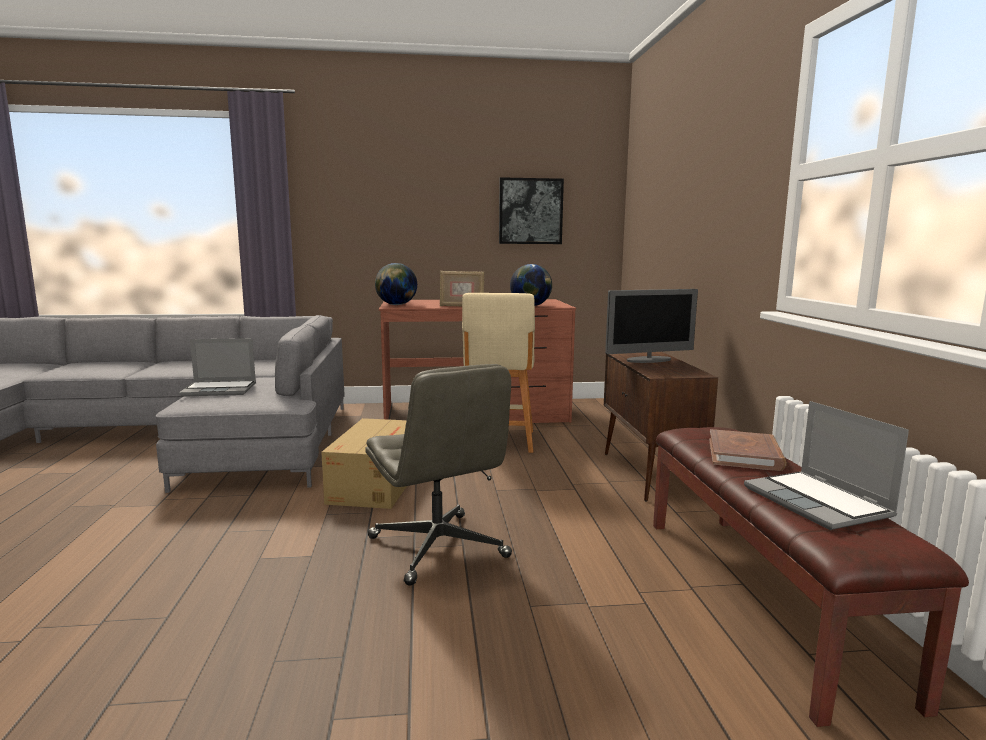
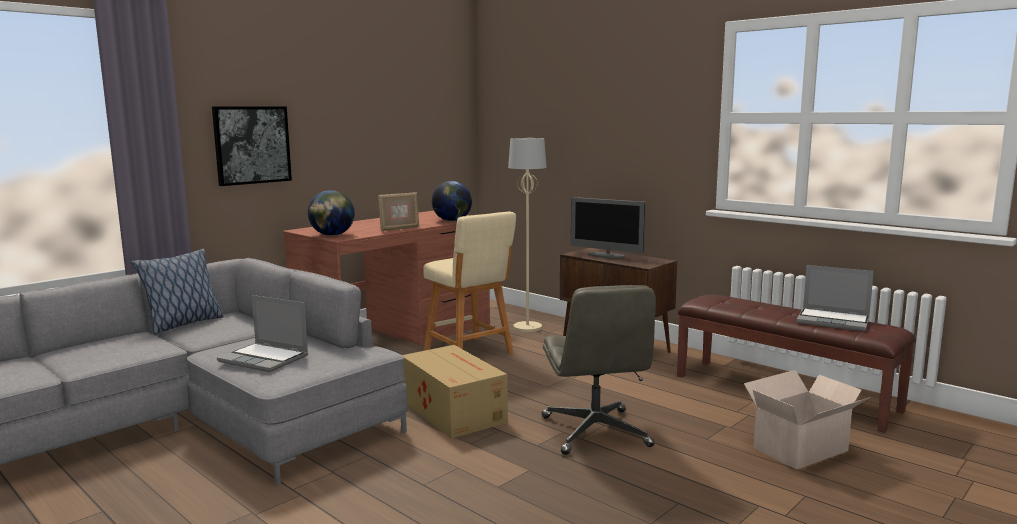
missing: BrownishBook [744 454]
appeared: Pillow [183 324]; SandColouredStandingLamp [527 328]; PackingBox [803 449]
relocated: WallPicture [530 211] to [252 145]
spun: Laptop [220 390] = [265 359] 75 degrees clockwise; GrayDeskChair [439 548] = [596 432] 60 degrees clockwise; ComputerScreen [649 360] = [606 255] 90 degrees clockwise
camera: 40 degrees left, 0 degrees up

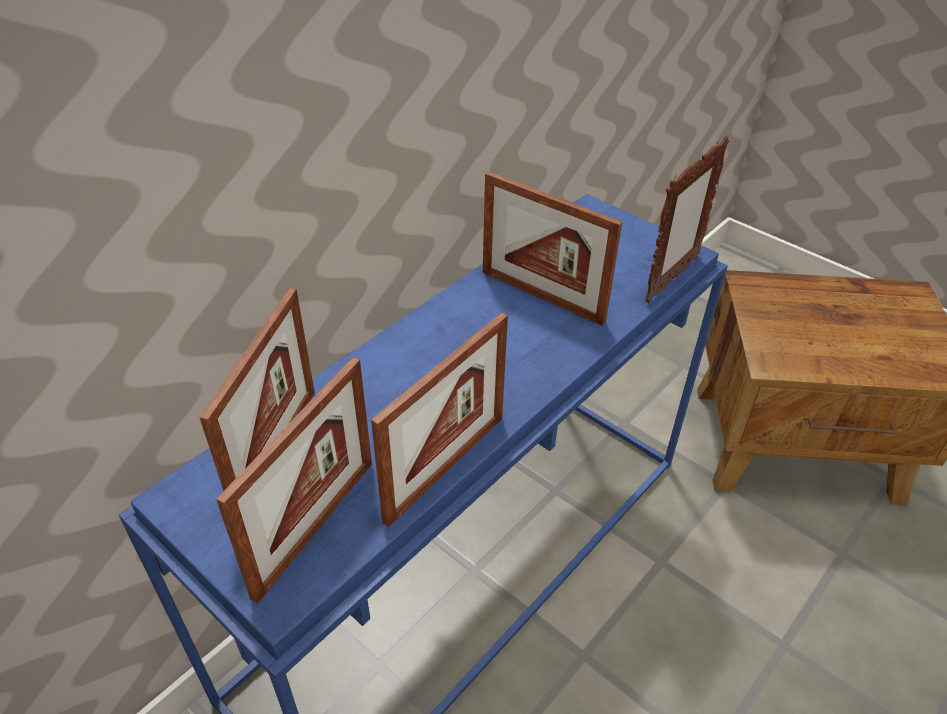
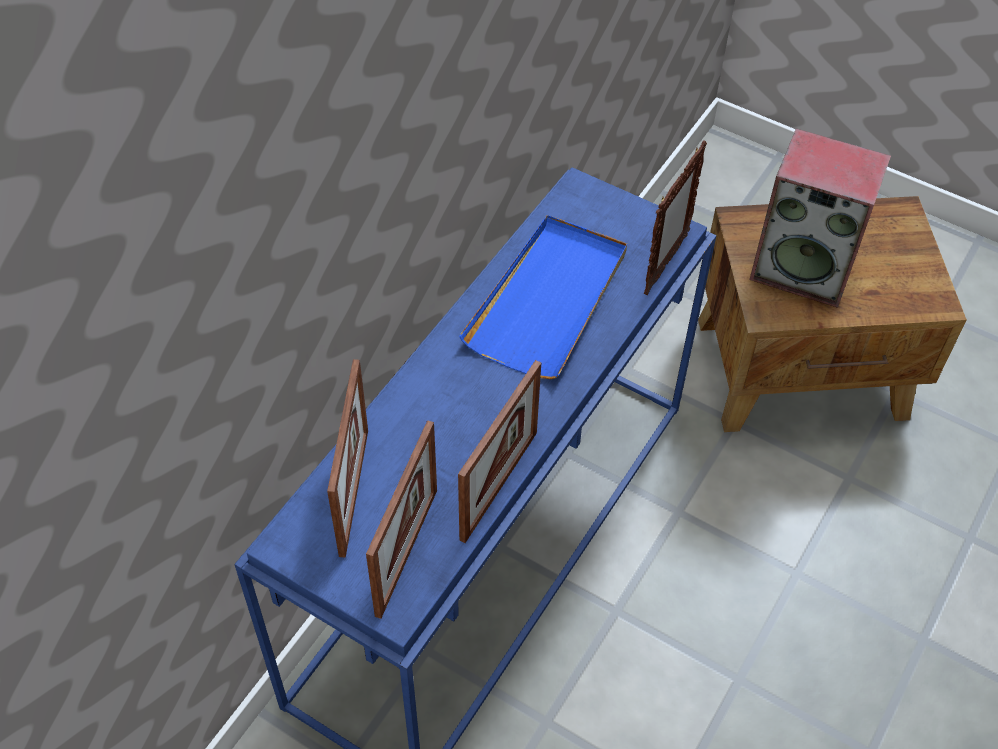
appeared: AudioSpeaker [804 269]
exchanged: PictureFrame [542 296] to BlueColouredCarryingTray [548 300]
camera: 10 degrees left, 10 degrees up

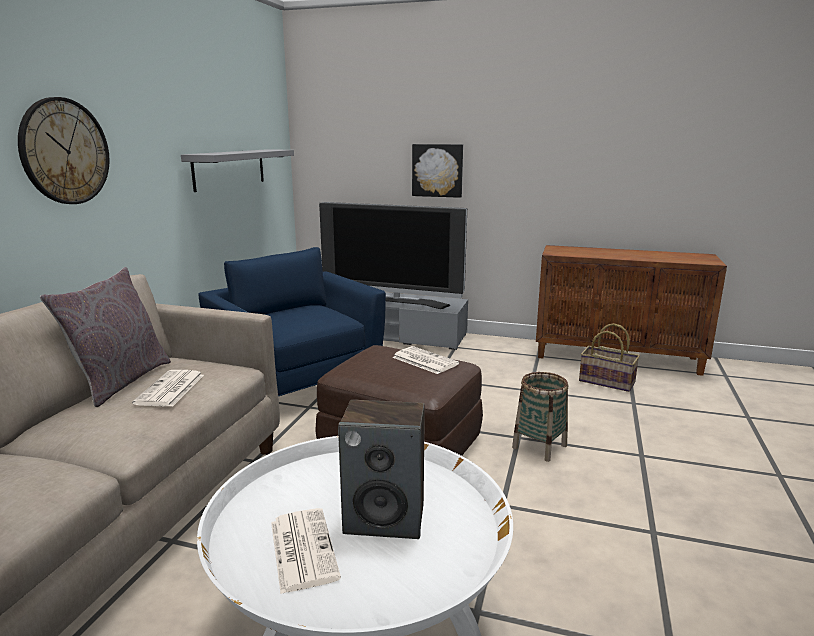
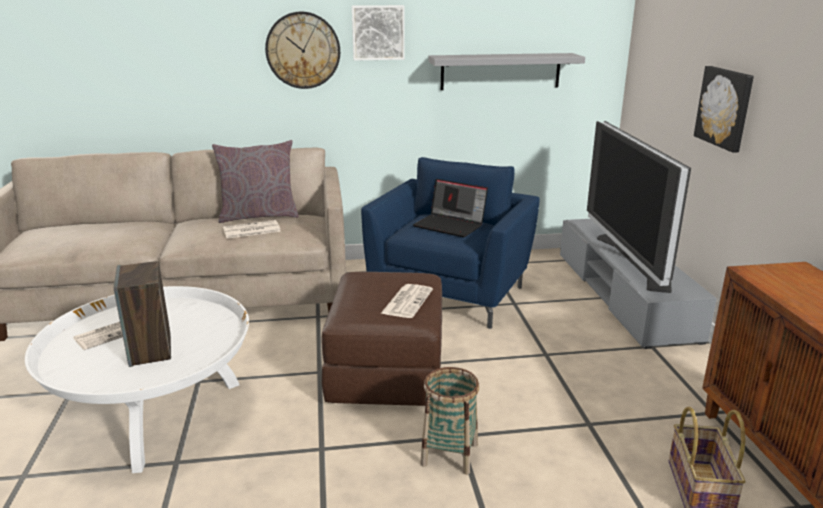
appeared: WallPicture [378 32]; Laptop [450 225]
camera: 65 degrees right, 5 degrees up

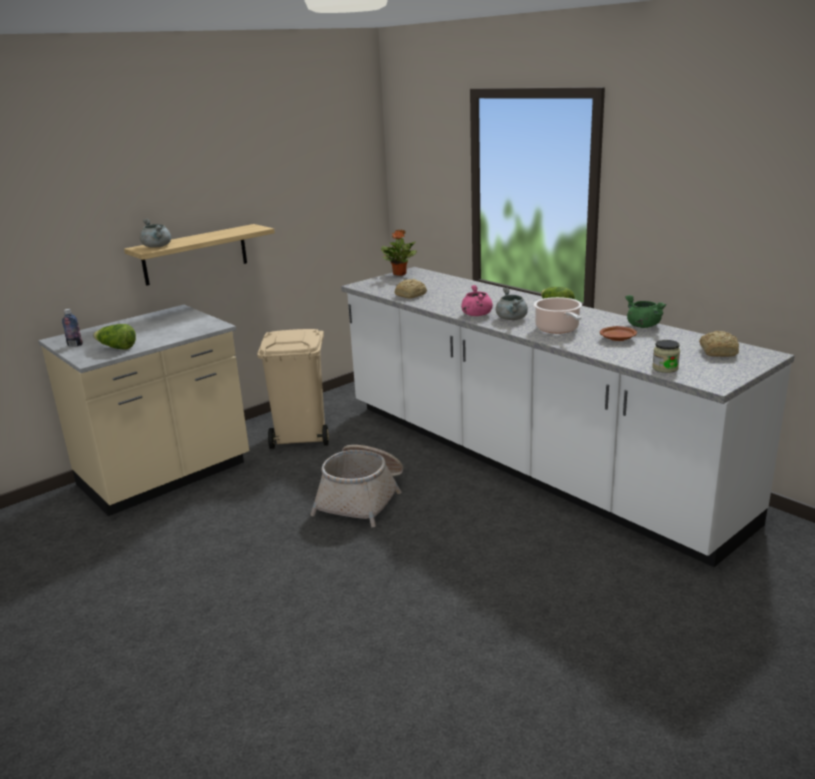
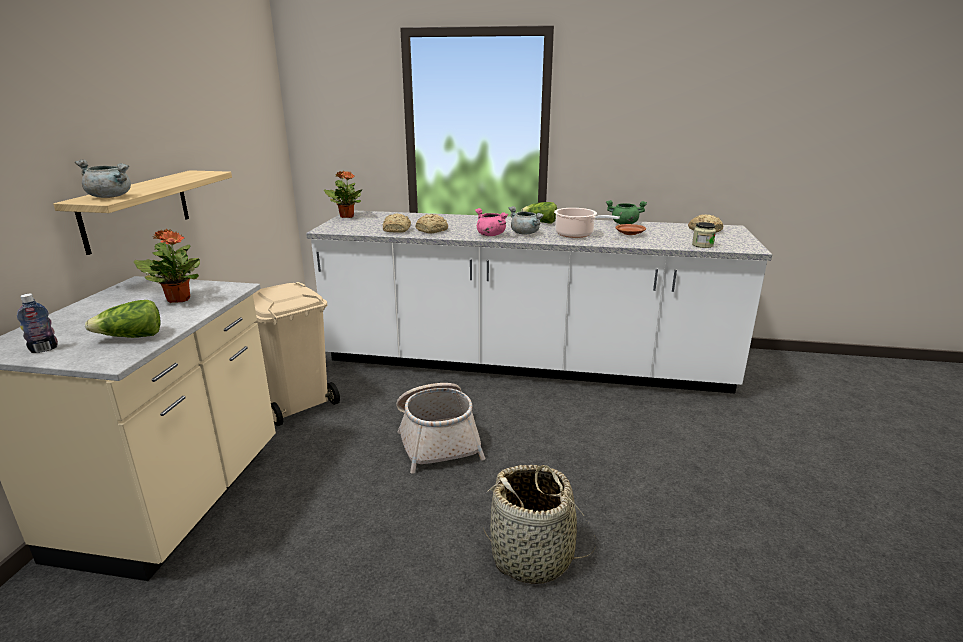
appeared: PlantInAPot [179 299]; BakedBread [432 230]; Basket [533 556]
camera: 40 degrees left, 0 degrees up

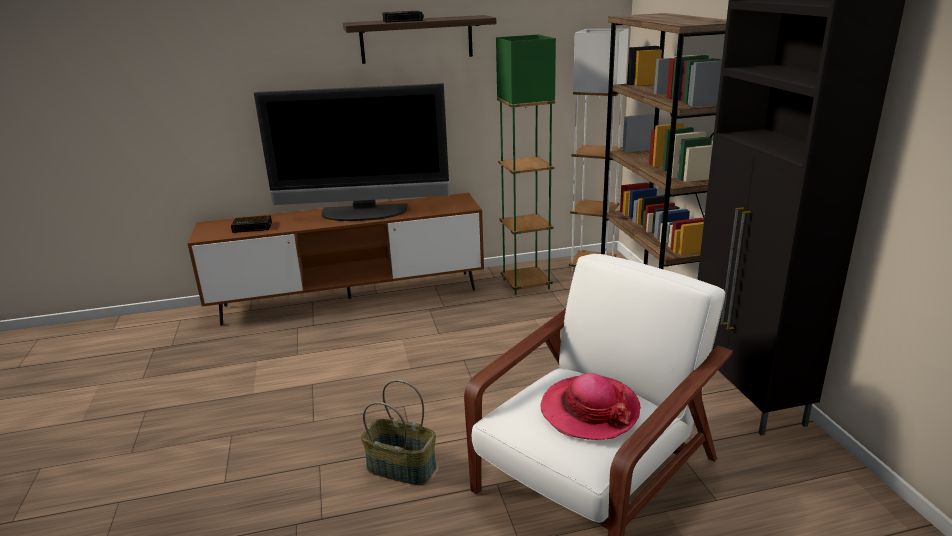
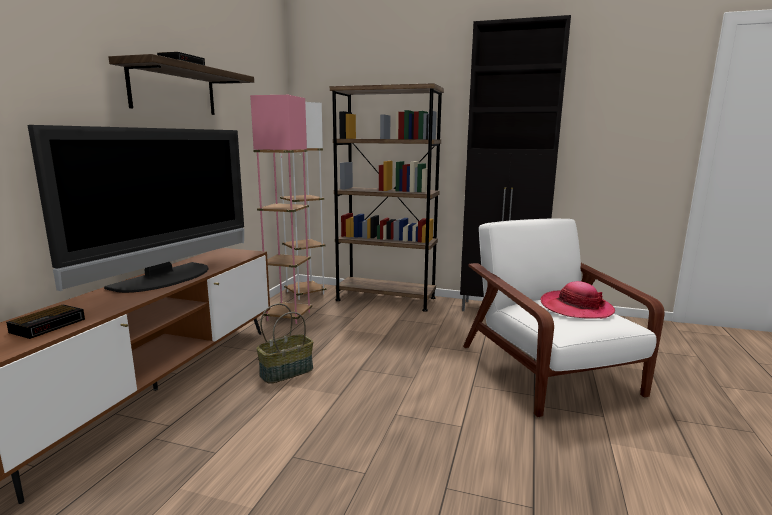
relocated: Basket [402 467] to [286 371]
colour: GreenishStandingLamp [526 284] to PinkishStandingLamp [288 316]
camera: 60 degrees left, 10 degrees down

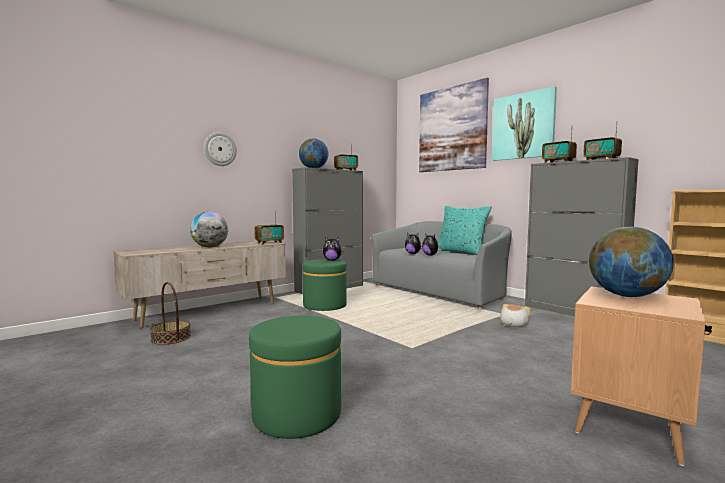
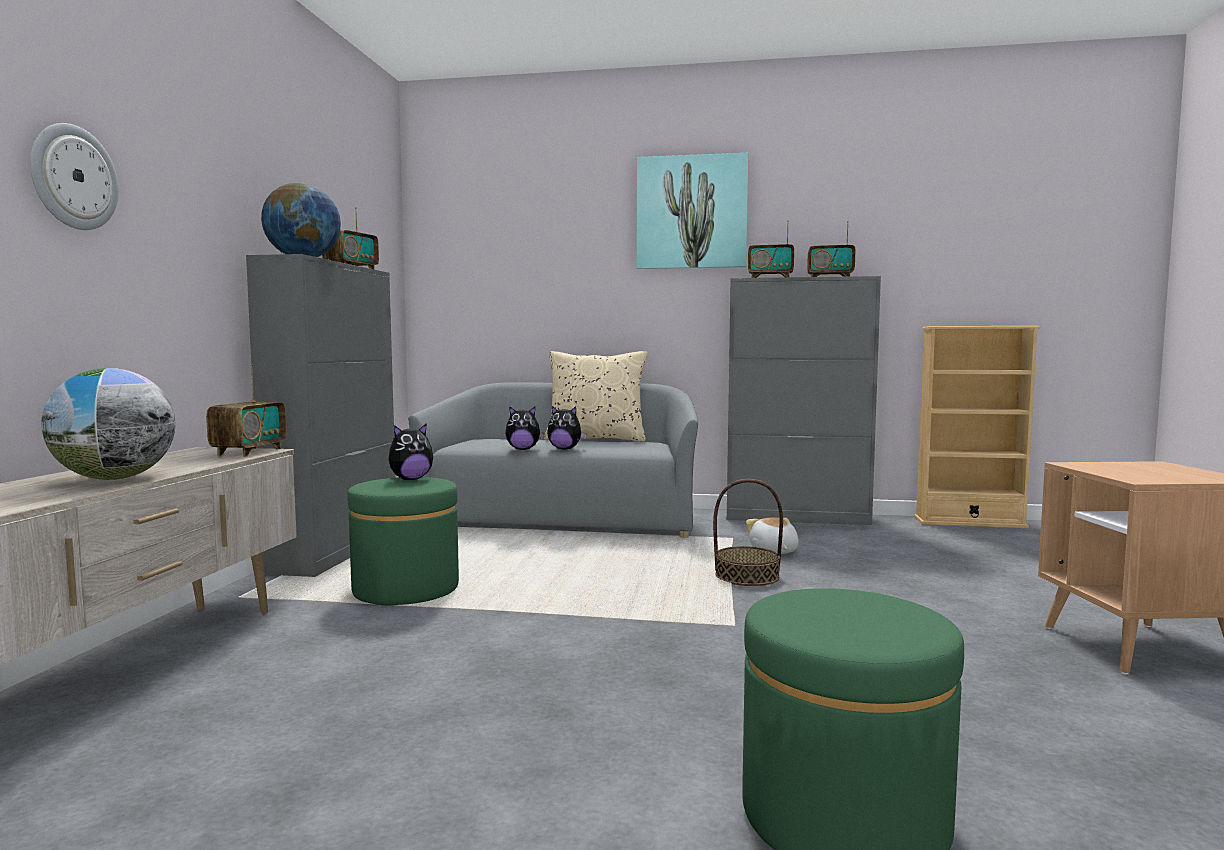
missing: WallPicture [452 129]; DeskGlobe [626 296]
relocated: Basket [171 338] to [747 576]
colour: BlueGreenPillow [461 252] to SandColouredPillow [596 439]
camera: 40 degrees left, 0 degrees up

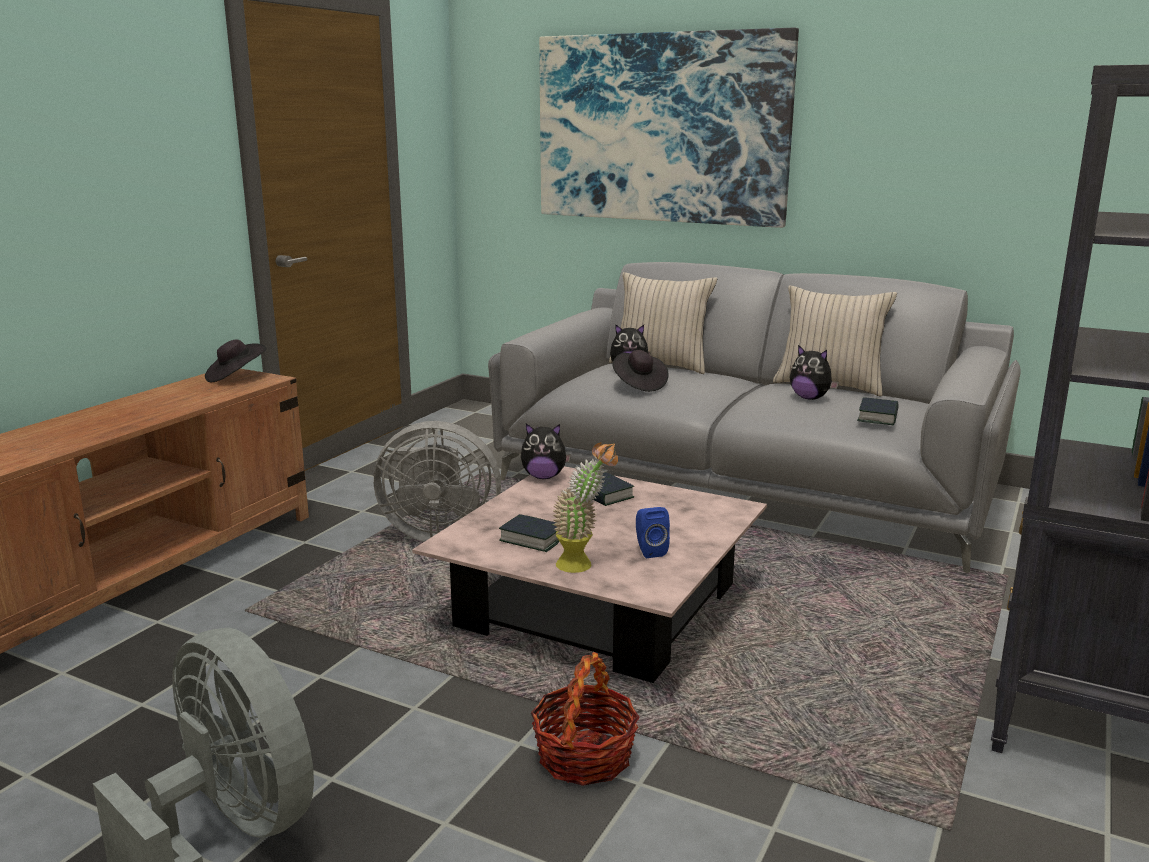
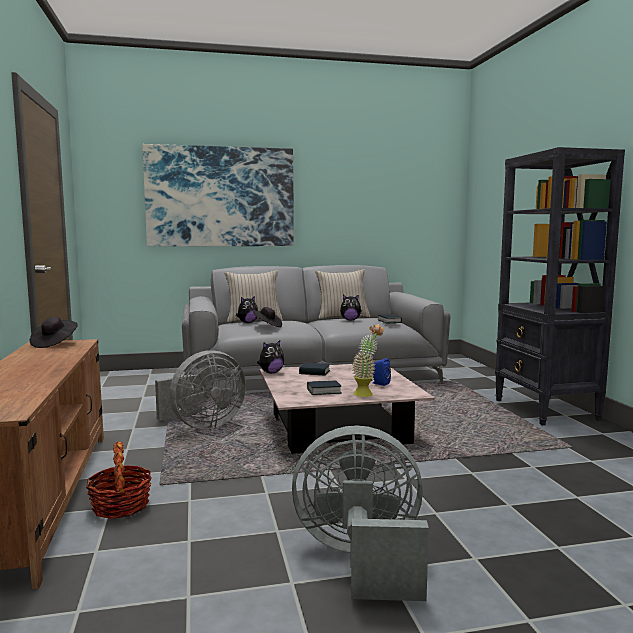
relocated: Basket [584 757] to [121 506]
camera: 40 degrees left, 10 degrees down

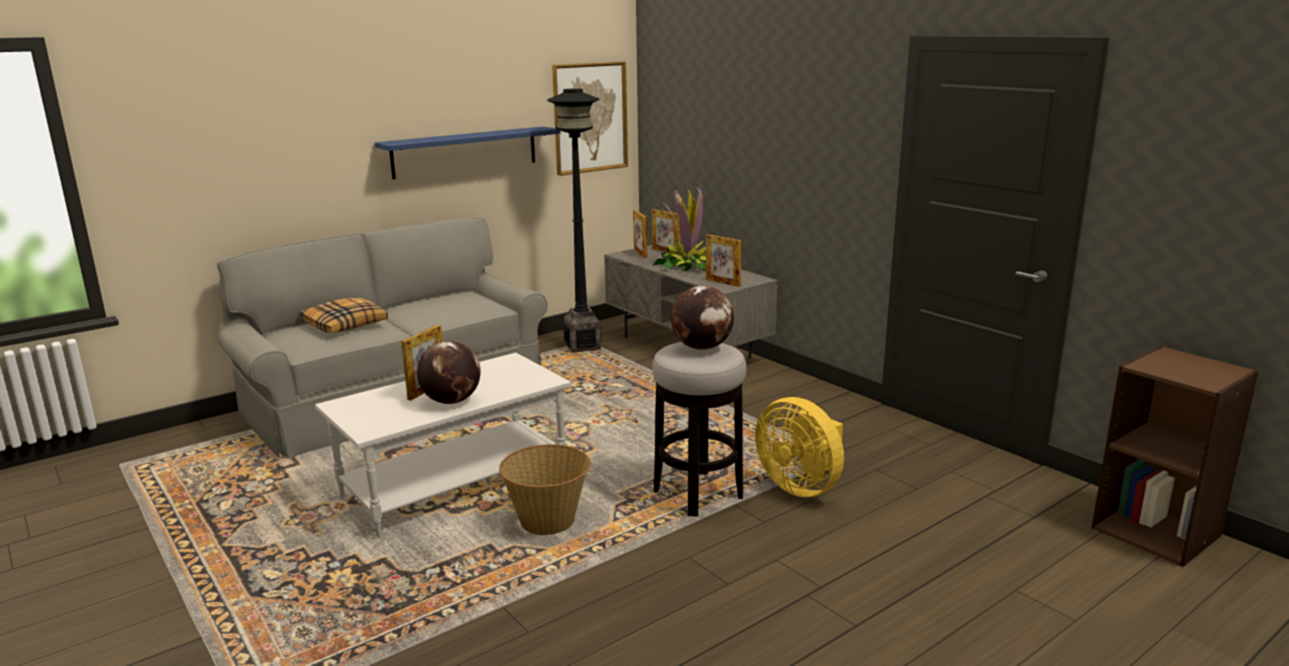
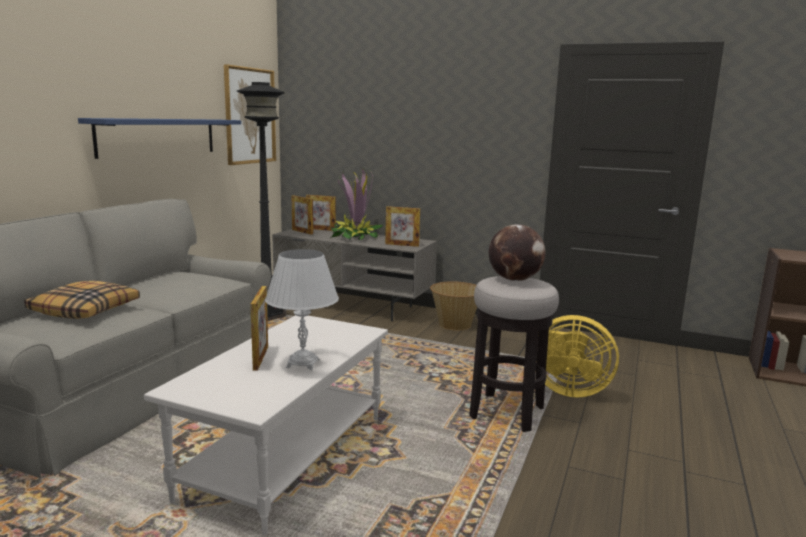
relocated: Basket [548 521] to [455 324]
exchanged: DeskGlobe [451 401] to WhitishTabletopLamp [302 363]
camera: 30 degrees left, 5 degrees down

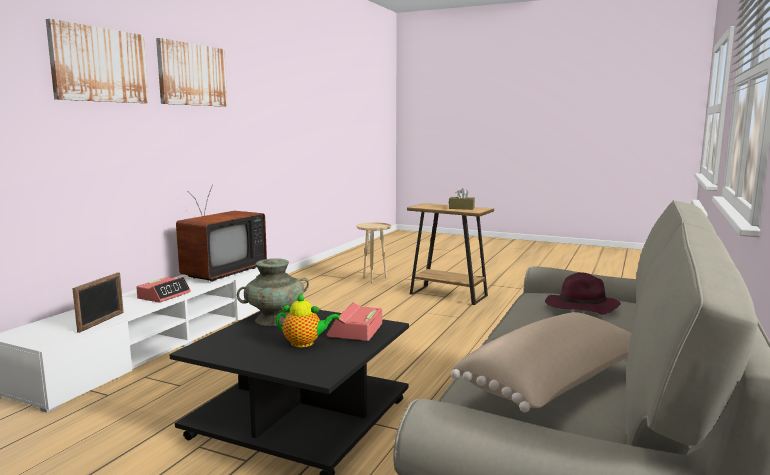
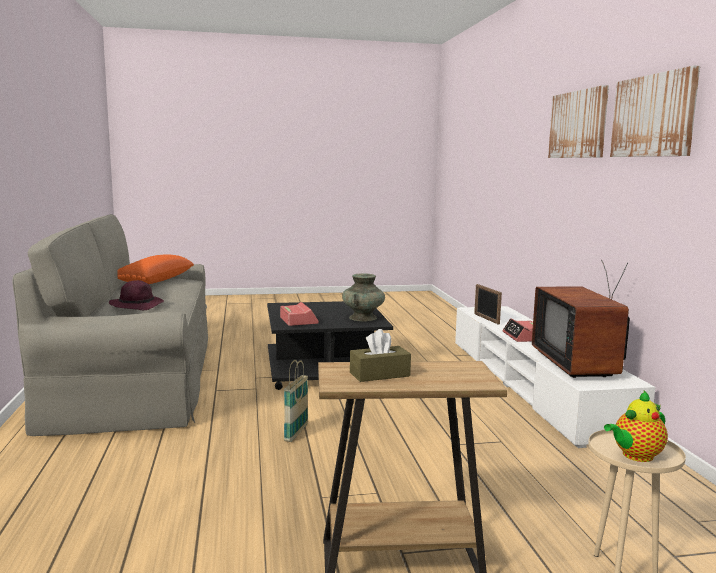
appeared: Basket [296 433]
relocated: Teapot [305 343] to [635 456]
colour: SandColouredPillow [556 384] to OrangeColouredPillow [154 281]
camera: 145 degrees right, 0 degrees up

